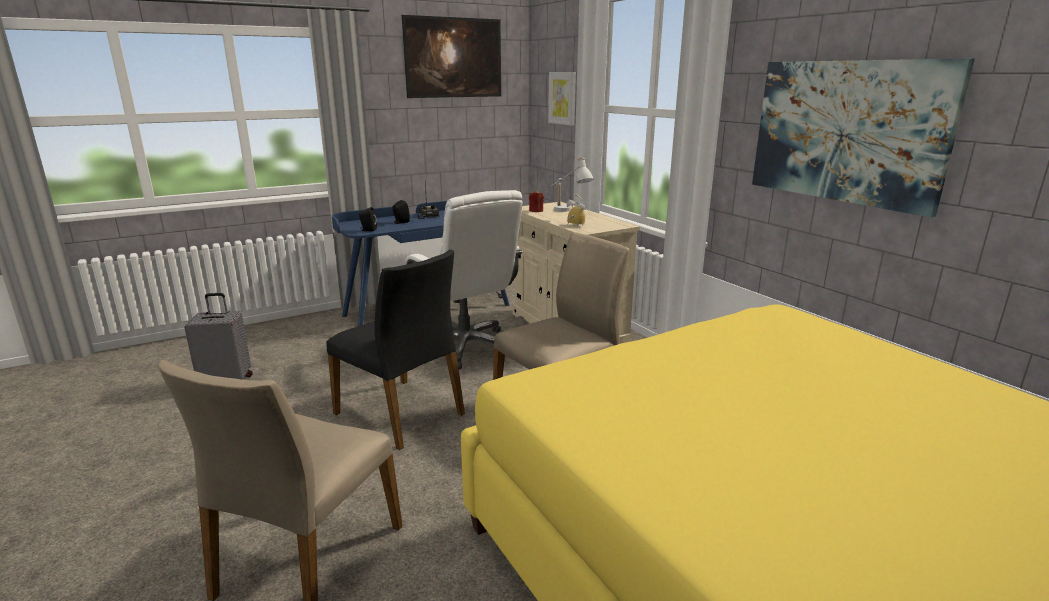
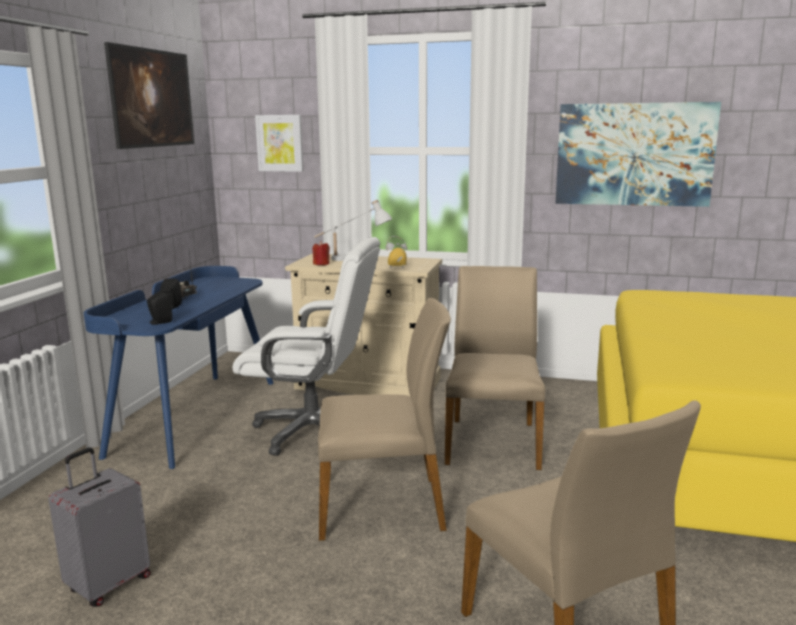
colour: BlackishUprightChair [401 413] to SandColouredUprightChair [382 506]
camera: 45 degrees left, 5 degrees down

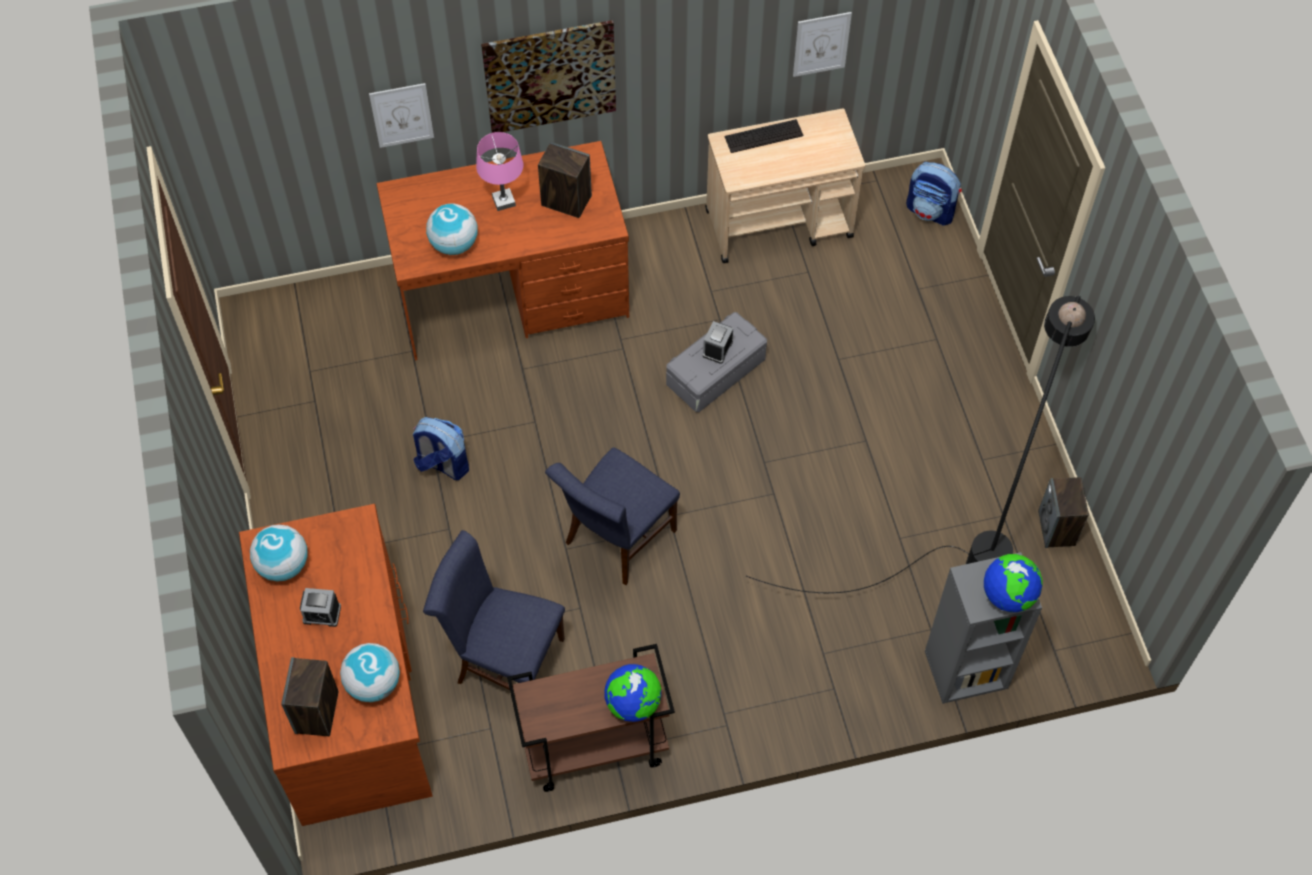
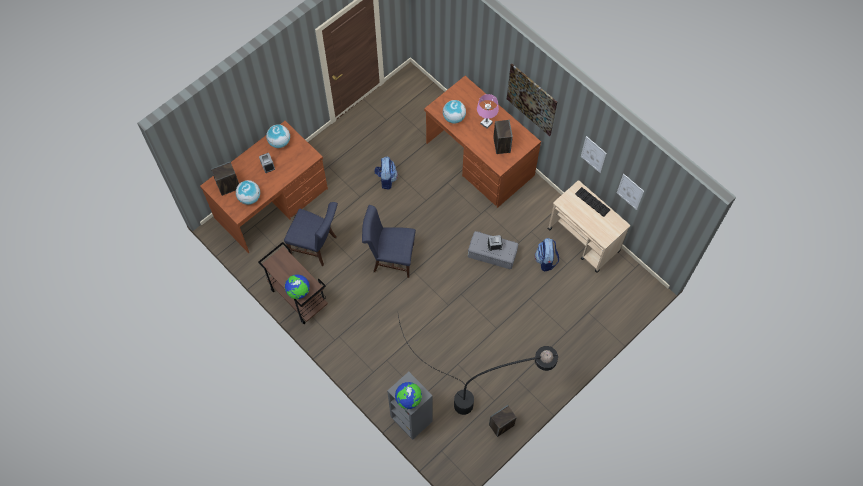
relocated: WallPicture [402 115] to [593 154]; Backpack [931 211] to [546 260]
spun: BlueColouredUprightChair [503 659] = [316 246] 120 degrees clockwise
camera: 60 degrees right, 5 degrees up

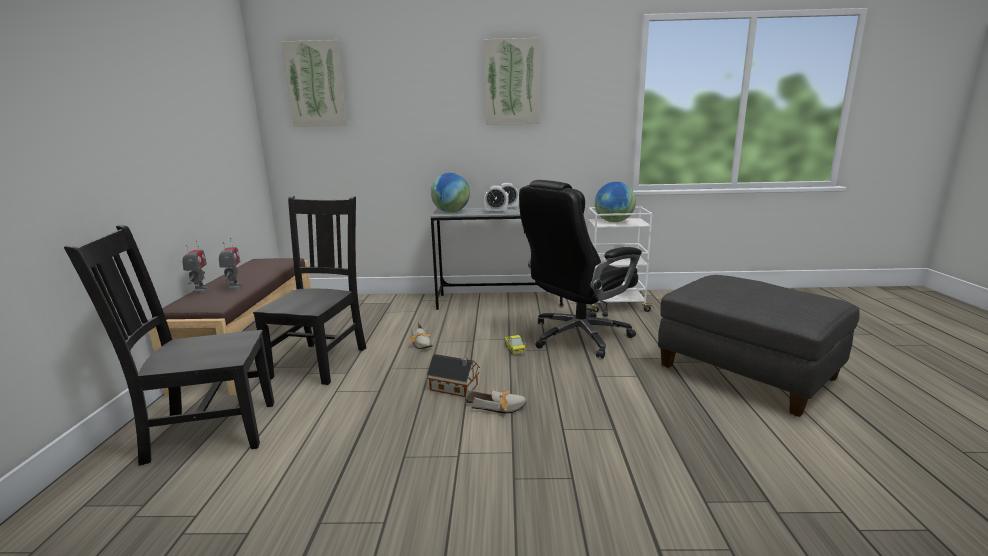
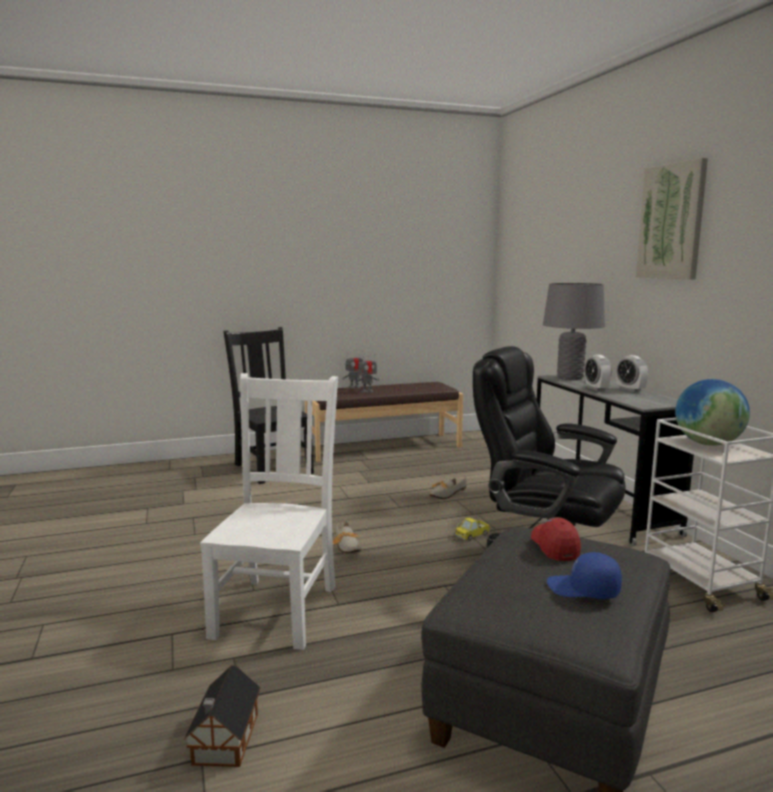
missing: BlackishUprightChair [321 361]; WallPicture [316 84]
appeared: WhitishUprightChair [278 608]; RedColouredCap [555 546]; BlueColouredCap [583 590]
relocated: MiniatureHouse [455 387] to [224 741]
exchanged: DeskGlobe [451 212] to GrayTabletopLamp [569 378]
camera: 70 degrees right, 5 degrees down

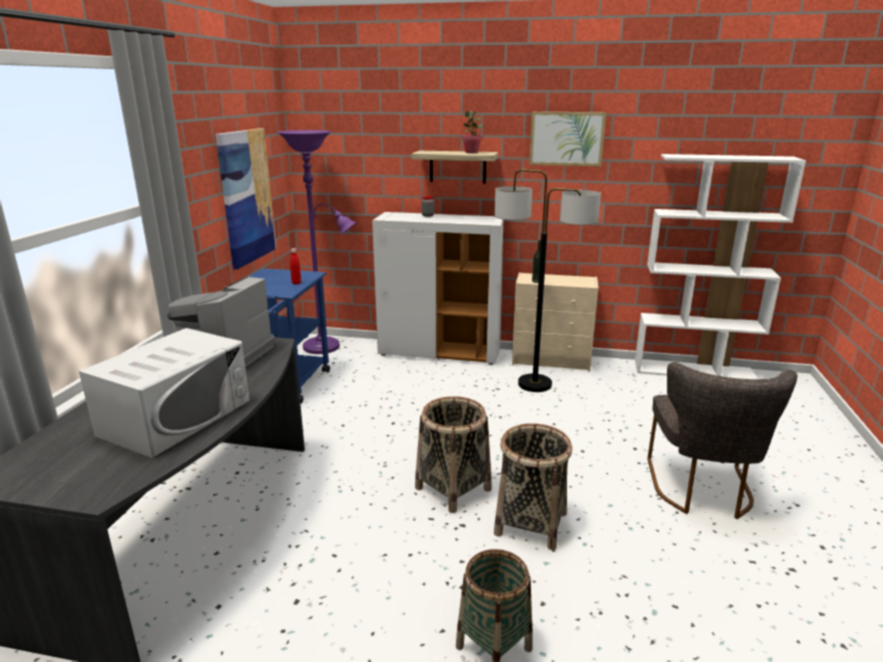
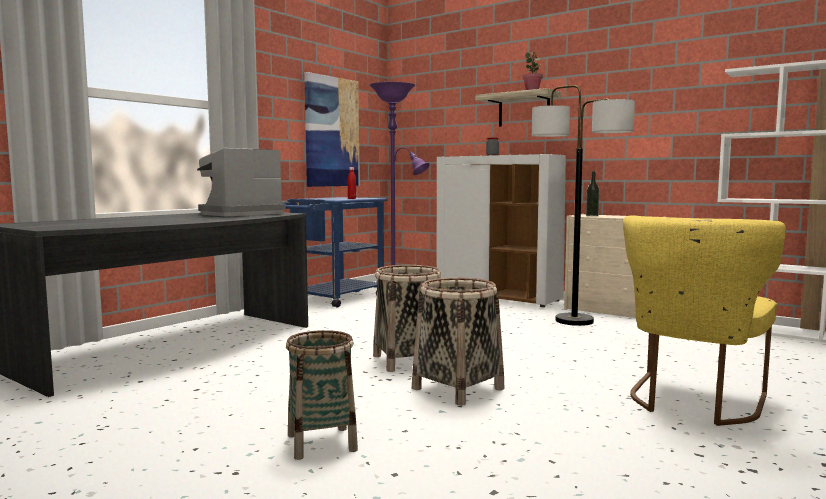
missing: WhitishMicrowave [176 417]; WallPicture [566 138]
colour: GrayUprightChair [702 491] to YellowColouredUprightChair [693 402]
camera: 25 degrees right, 15 degrees down

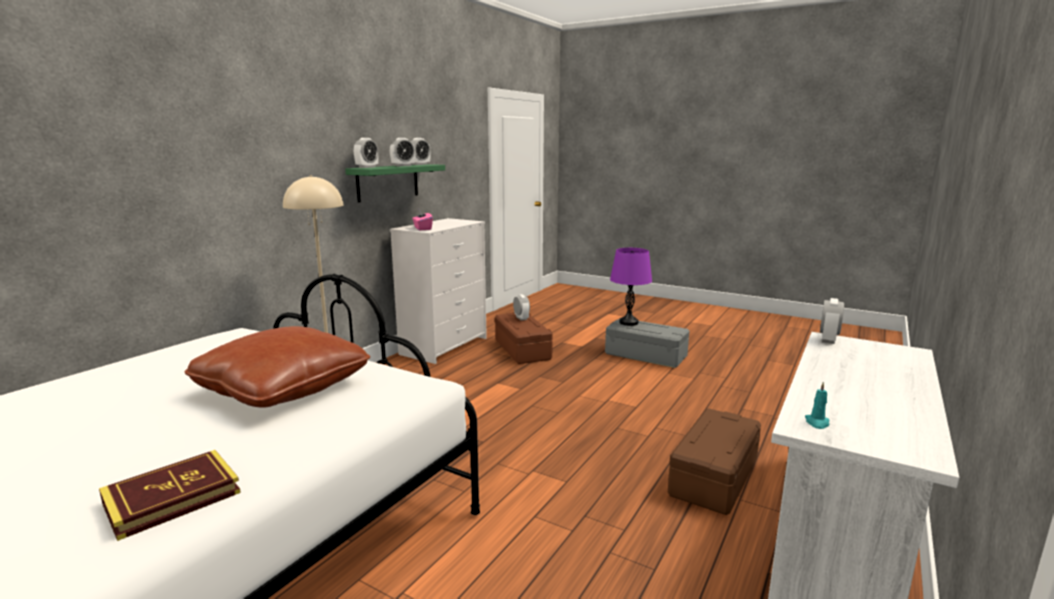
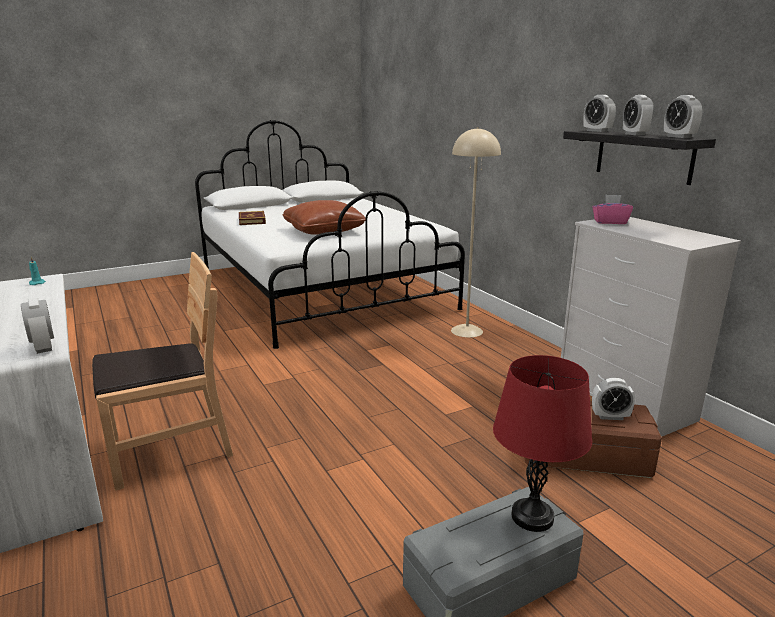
exchanged: BrownishStorageContainer [713 476] to BrownishUprightChair [169 448]
colour: GreenishBracketShelf [388 182] to BlackishBracketShelf [643 156]; PurplishTabletopLamp [628 322] to RedColouredTabletopLamp [532 517]
camera: 120 degrees right, 5 degrees up

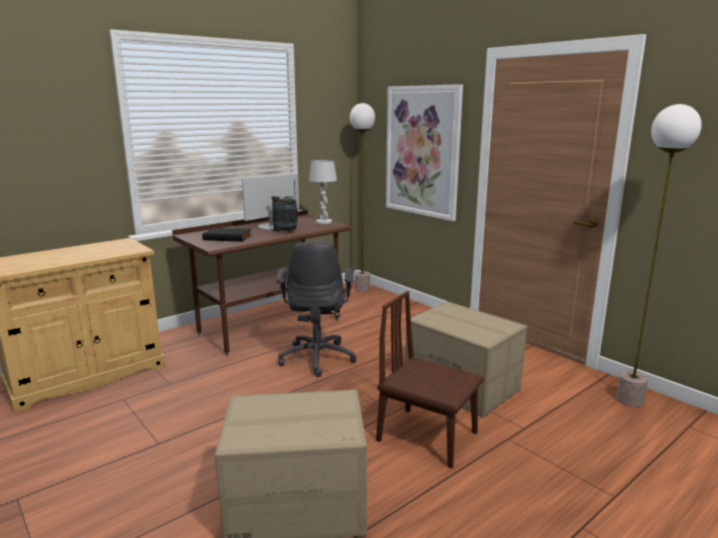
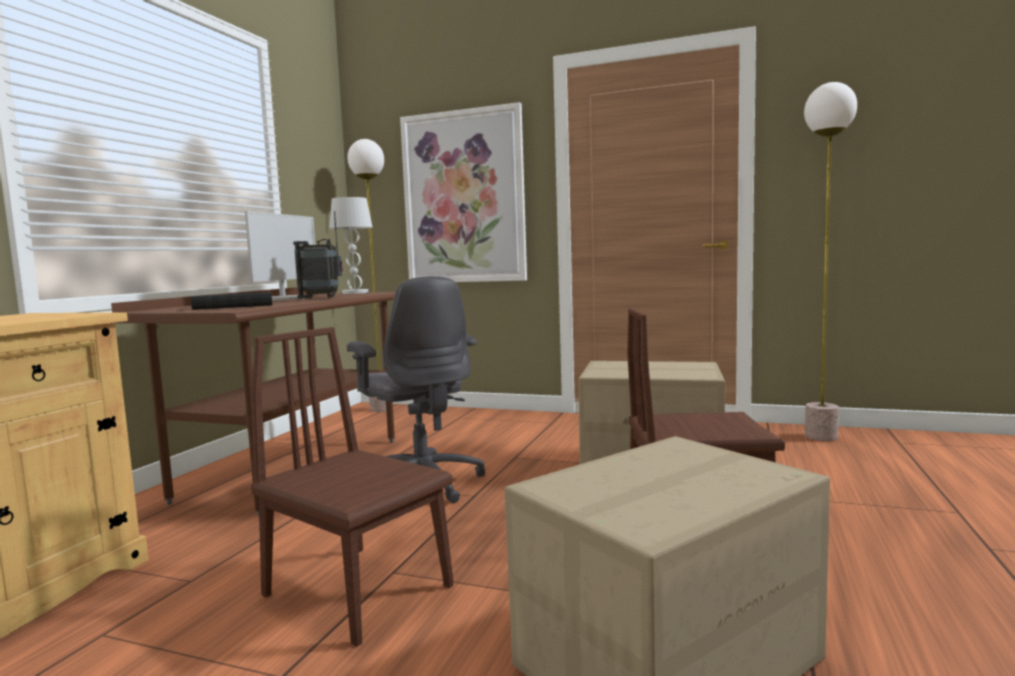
appeared: BrownishUprightChair [358 590]
camera: 30 degrees left, 10 degrees down

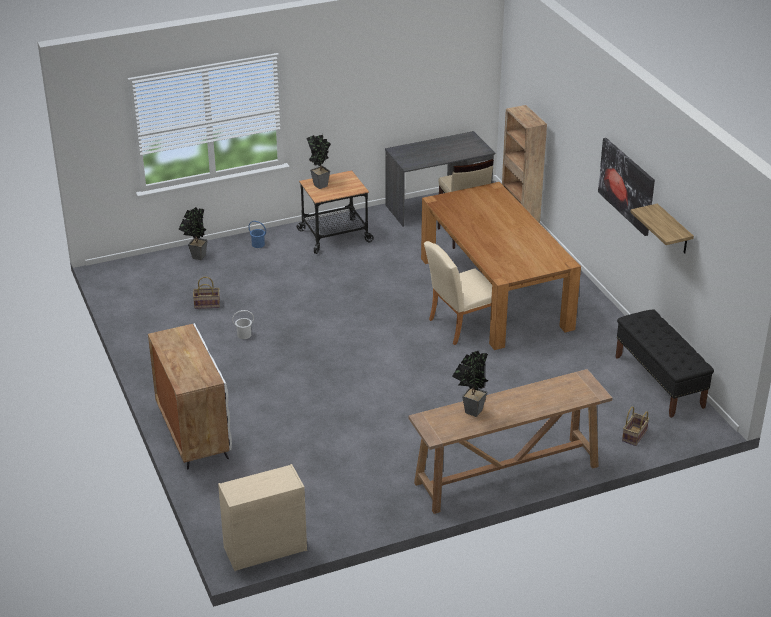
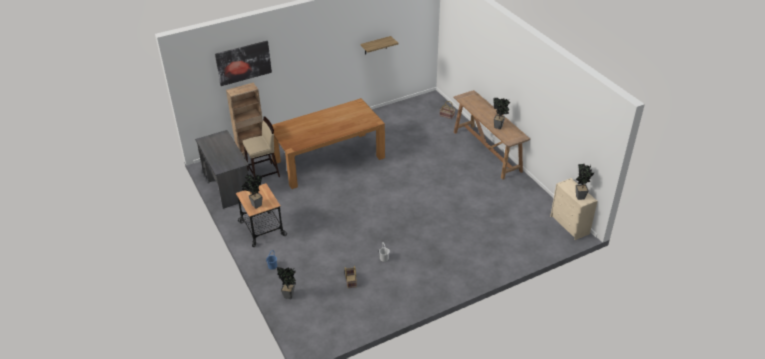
missing: WhitishStorageCabinet [192 432]; SandColouredUprightChair [460 325]; BlackishBench [659 382]
appeared: PlantInAPot [580 196]
relocated: WallPicture [626 185] to [243 62]
camera: 95 degrees left, 5 degrees up

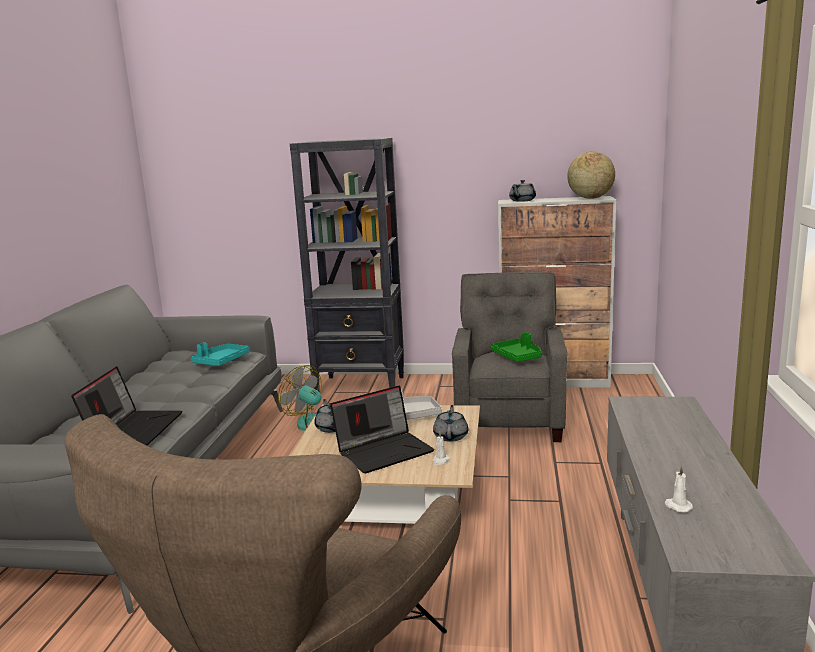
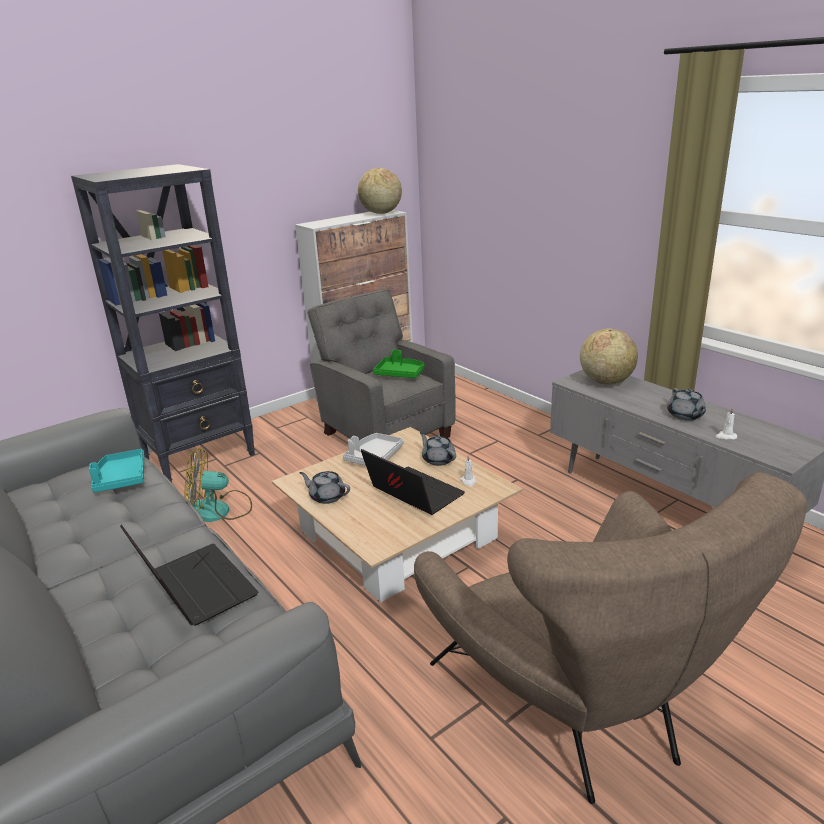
appeared: DeskGlobe [606 382]
relocated: GrayTeapot [522 200] to [685 415]
spun: Laptop [384 451] = [412 494] 60 degrees counterclockwise
camera: 45 degrees left, 10 degrees up

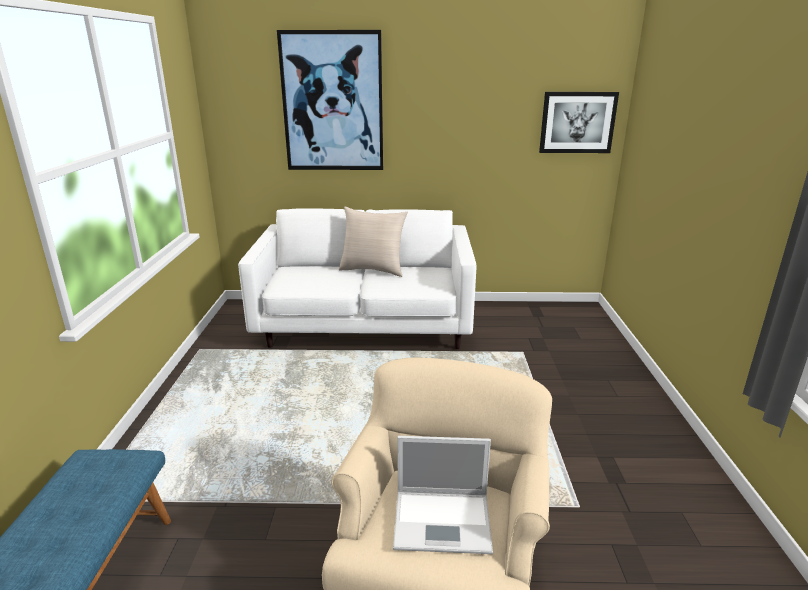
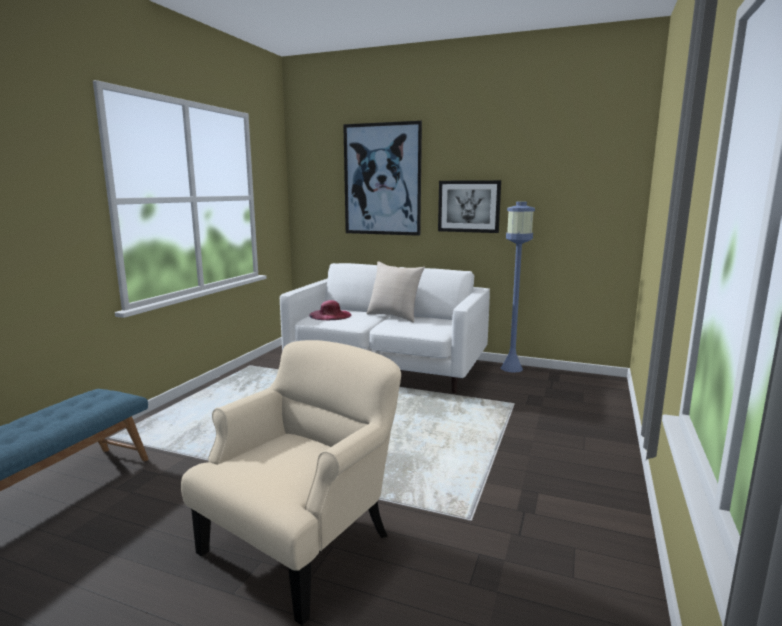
missing: Laptop [444 521]
appeared: PinkishWearableHat [330 315]; BlueColouredStandingLamp [512 368]
relocated: WallPicture [577 122] to [469 206]
camera: 20 degrees right, 10 degrees down

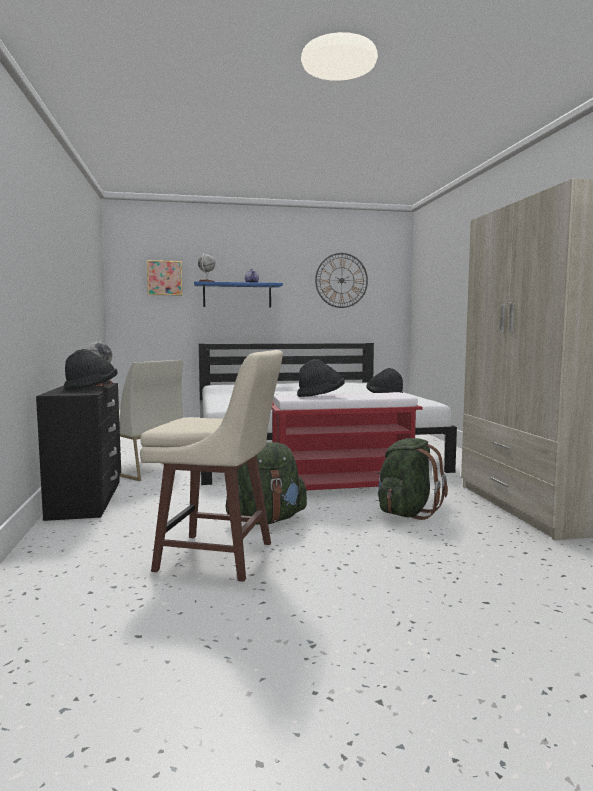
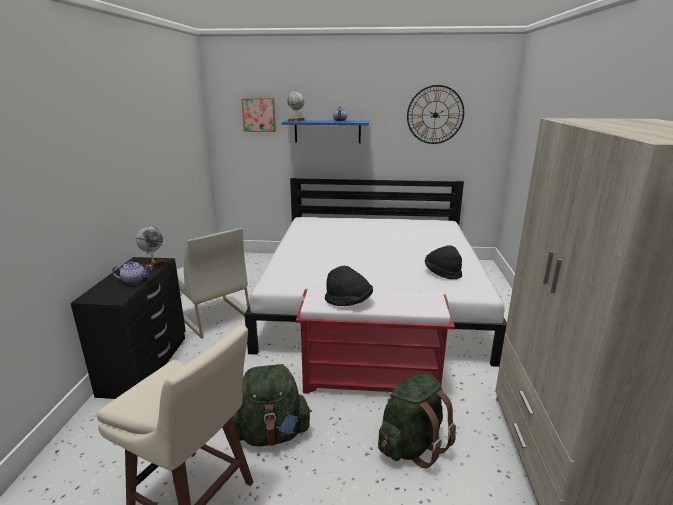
exchanged: BlackishWearableHat [91 389] to Teapot [134 281]
camera: 15 degrees right, 15 degrees up

